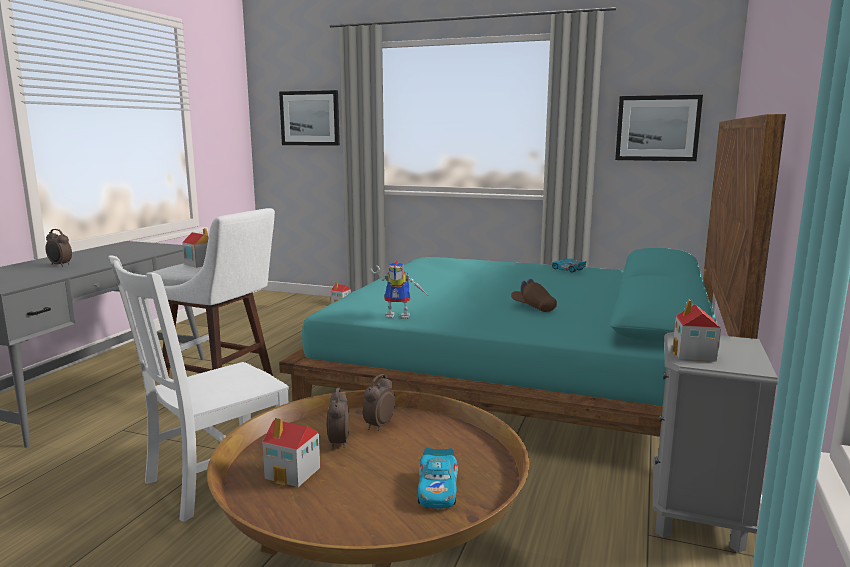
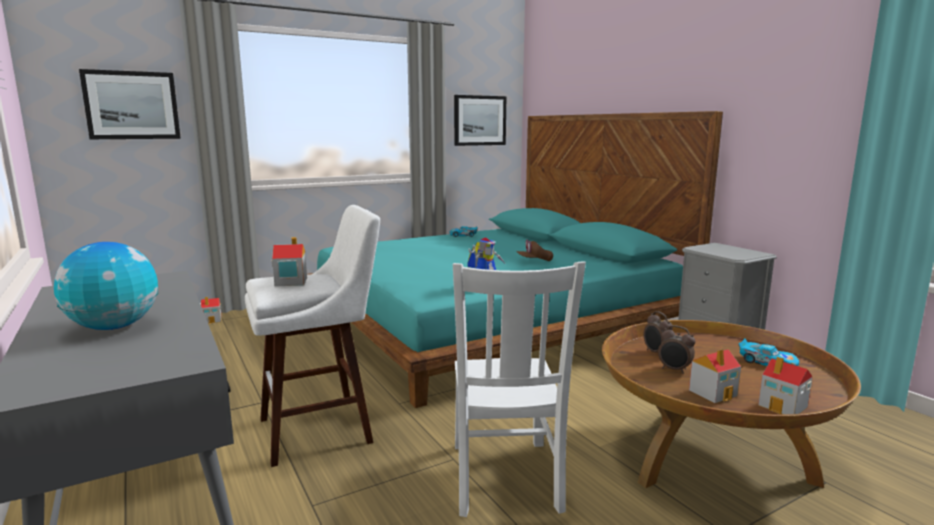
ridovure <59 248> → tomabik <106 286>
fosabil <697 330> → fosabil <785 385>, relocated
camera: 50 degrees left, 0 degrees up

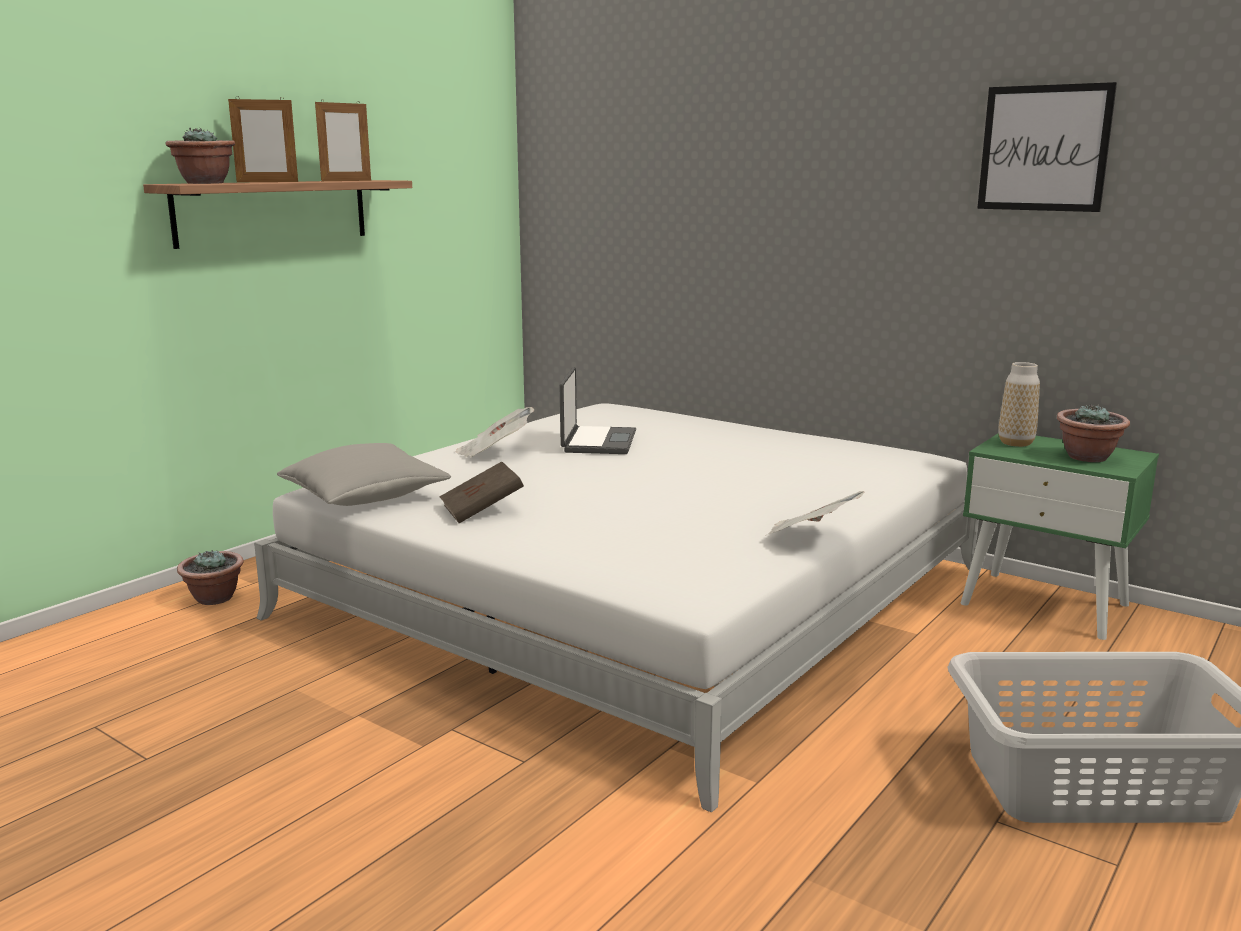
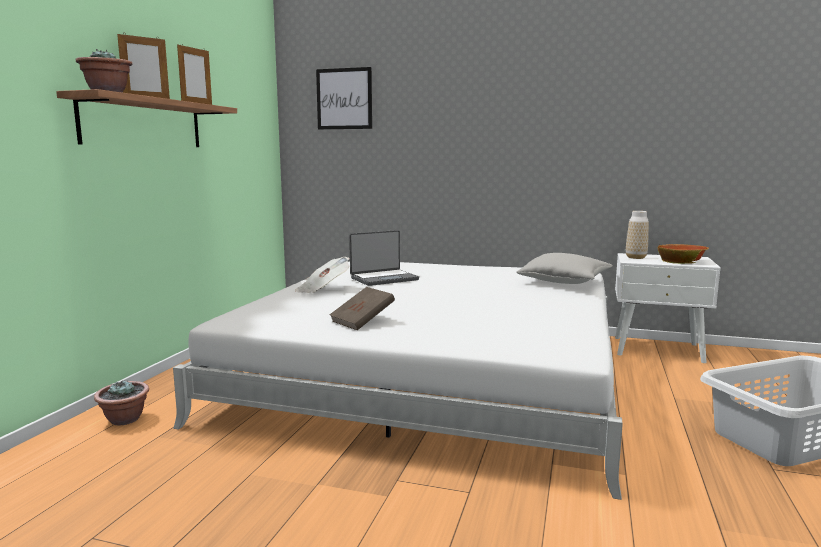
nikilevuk <1047 147> → nikilevuk <344 98>, relocated
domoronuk <598 410> → domoronuk <384 258>, 75 degrees clockwise
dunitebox <1093 432> → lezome <683 254>
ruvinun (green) <1060 536> → ruvinun (white) <668 308>
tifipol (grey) <364 474> → tifipol (grey) <564 268>, relocated
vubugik <815 513> → -
camera: 20 degrees left, 5 degrees down

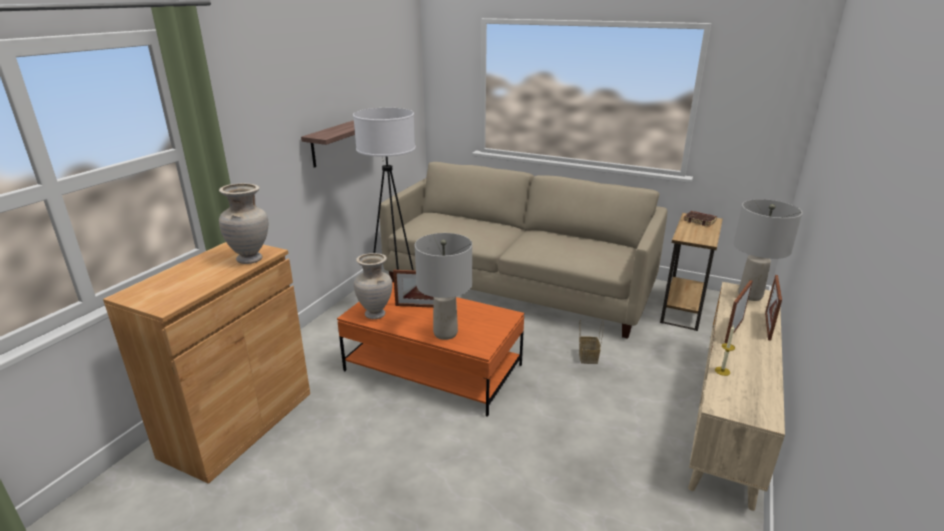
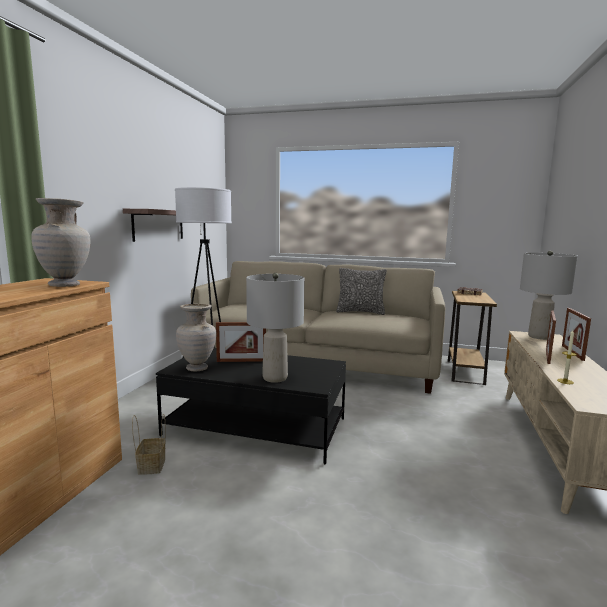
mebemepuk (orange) <430 349> → mebemepuk (black) <251 406>
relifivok <591 342> → relifivok <149 444>, relocated
- → tifipol <361 291>
camera: 10 degrees left, 15 degrees down

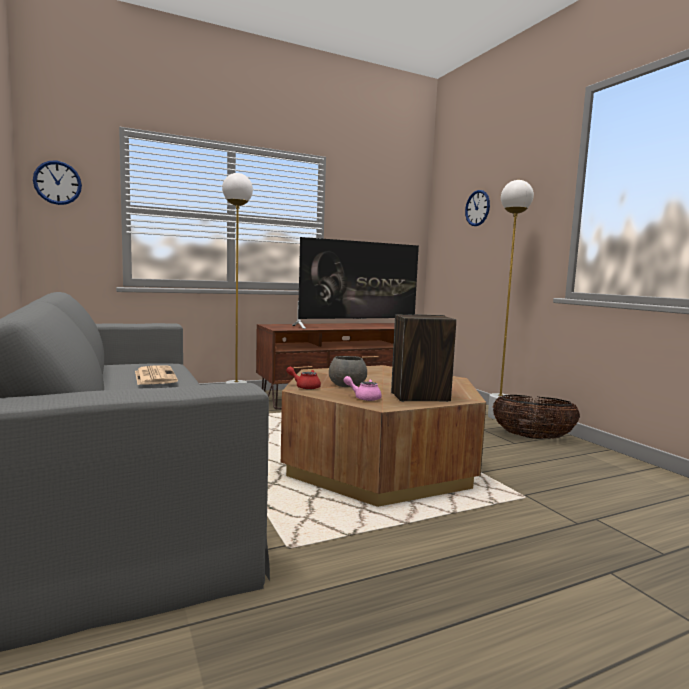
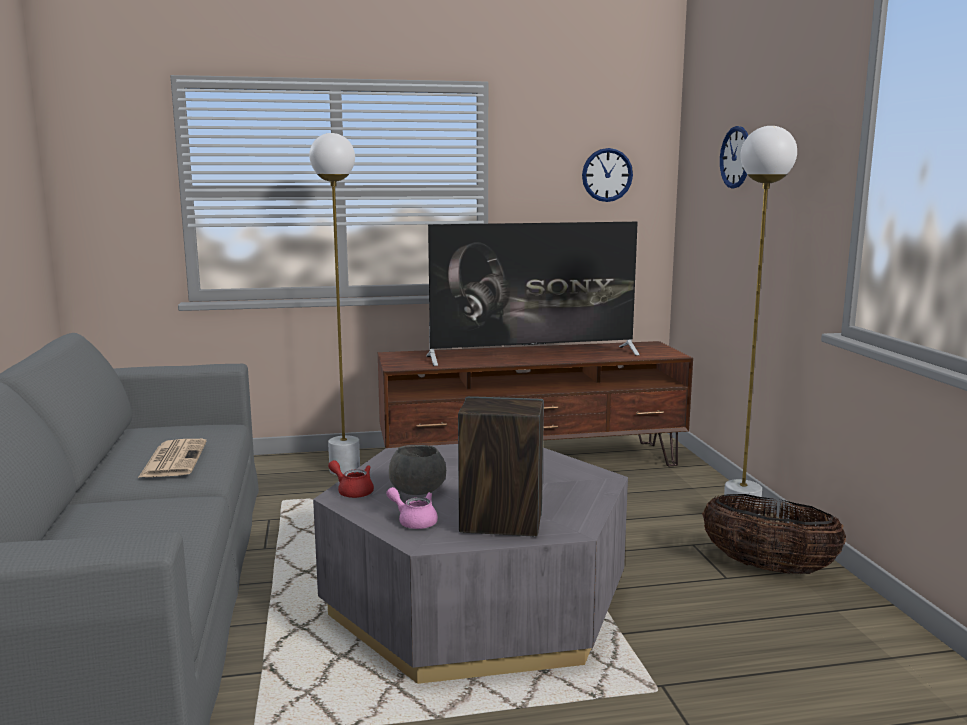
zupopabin <57 183> → zupopabin <607 175>, relocated
mebemepuk (brown) <383 436> → mebemepuk (grey) <470 564>
camera: 15 degrees right, 5 degrees up

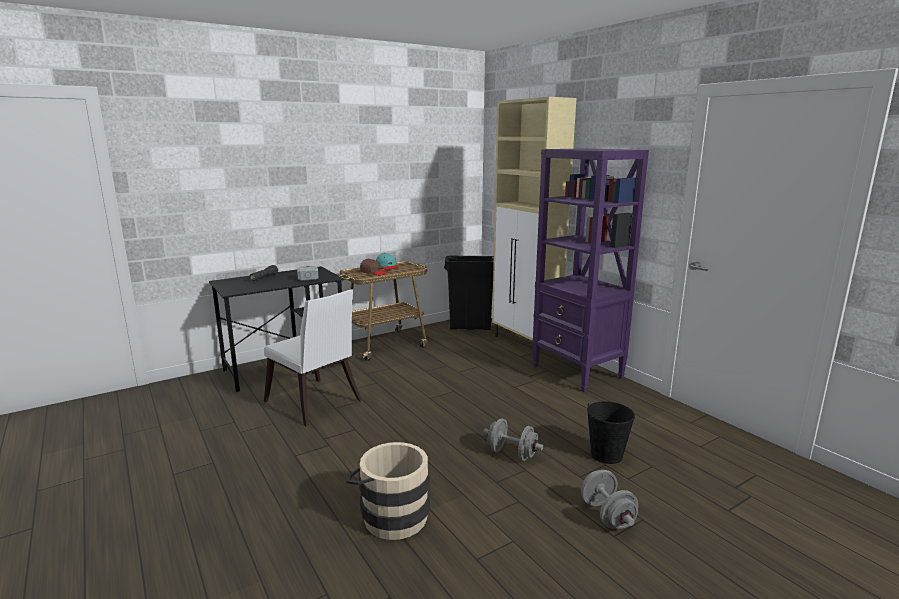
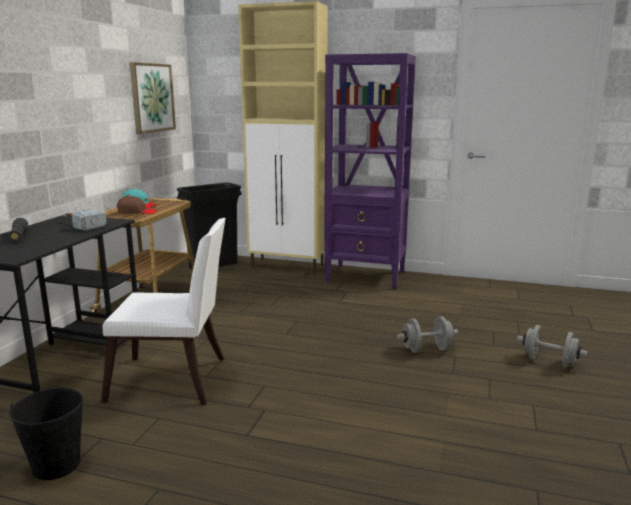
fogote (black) <611 432> → fogote (black) <46 434>, relocated
fogote (beige) <388 491> → -
- → nikilevuk <153 98>
camera: 40 degrees left, 0 degrees up

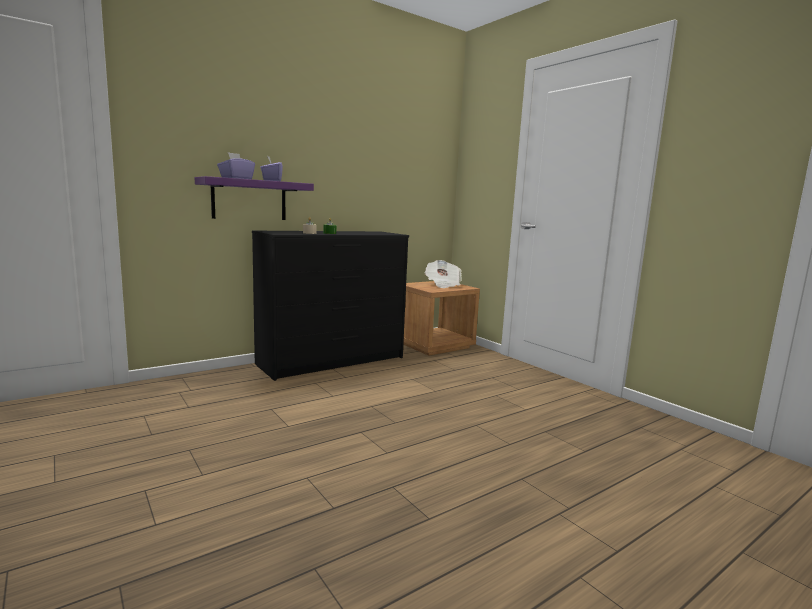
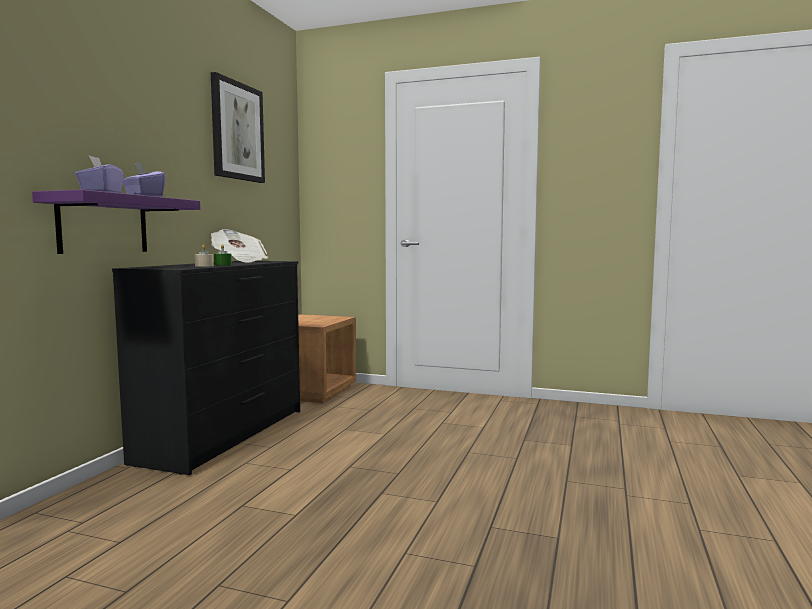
vubugik <443 274> → vubugik <239 246>, relocated
- → nikilevuk <238 127>
camera: 35 degrees left, 5 degrees down

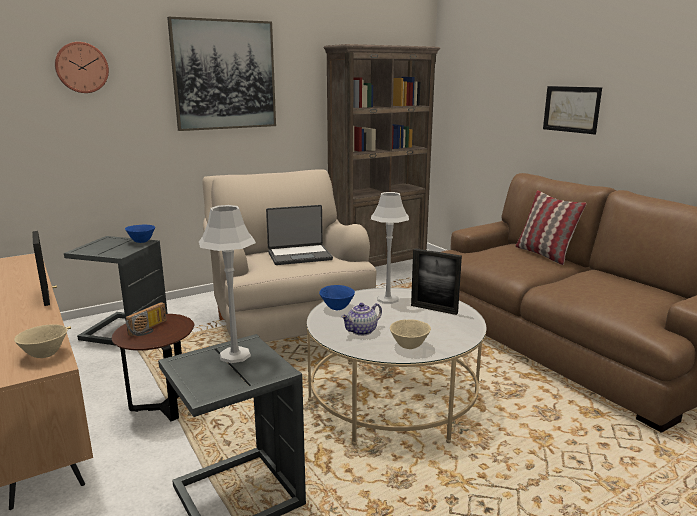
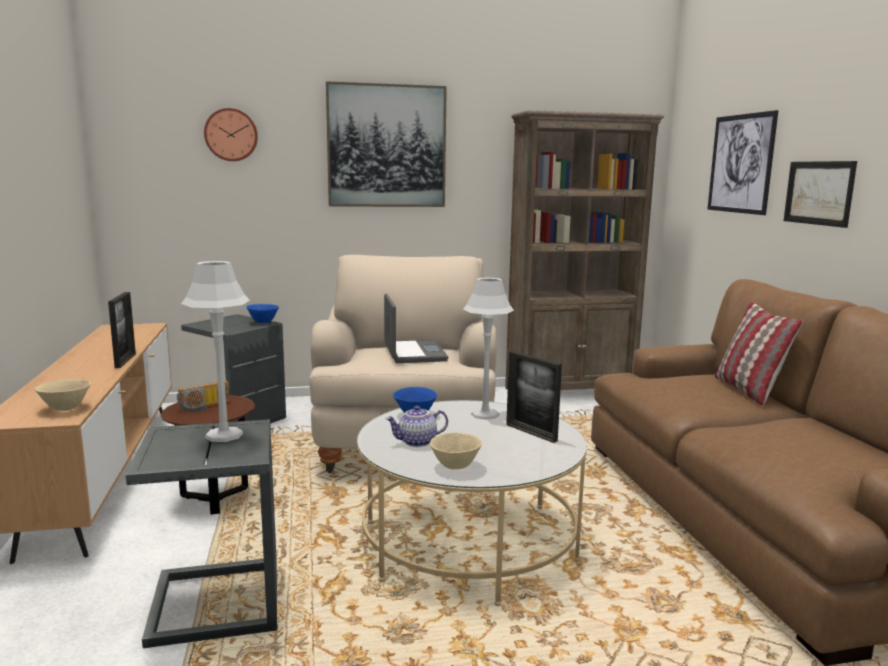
domoronuk <299 235> → domoronuk <416 328>, 105 degrees counterclockwise
- → nikilevuk <743 162>
camera: 20 degrees right, 5 degrees down

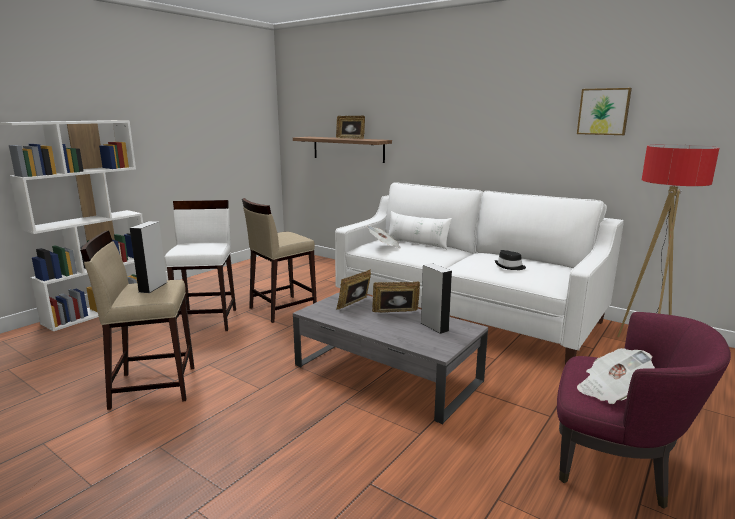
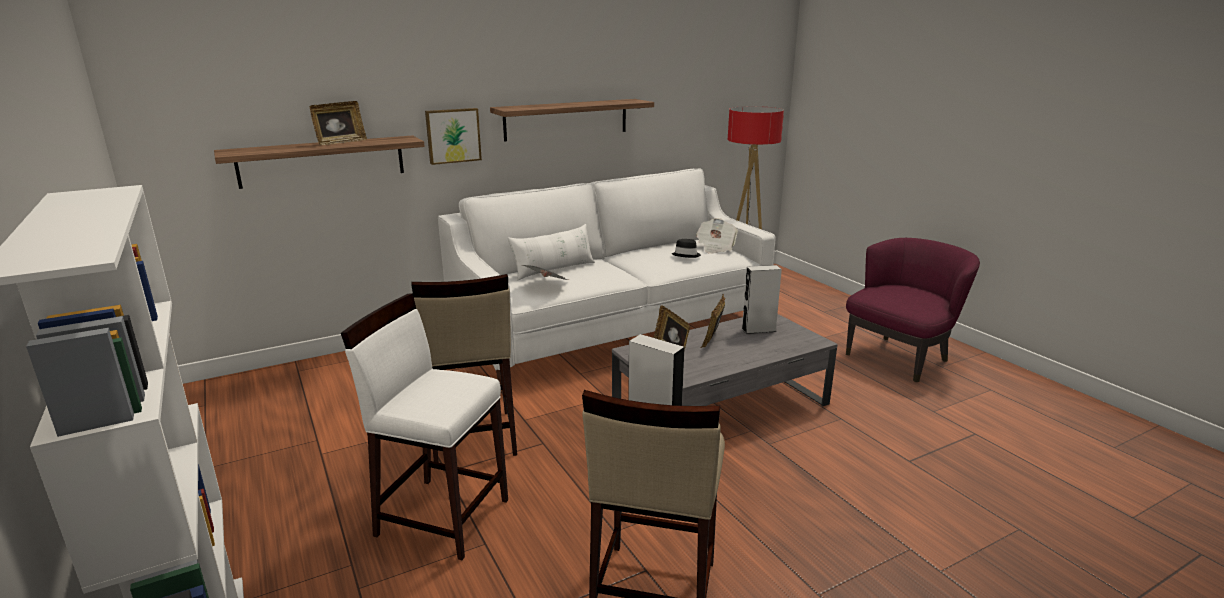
nikilevuk <604 111> → nikilevuk <453 136>, relocated
vubugik <616 376> → vubugik <717 236>, relocated
- → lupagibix <572 120>
camera: 65 degrees left, 5 degrees up

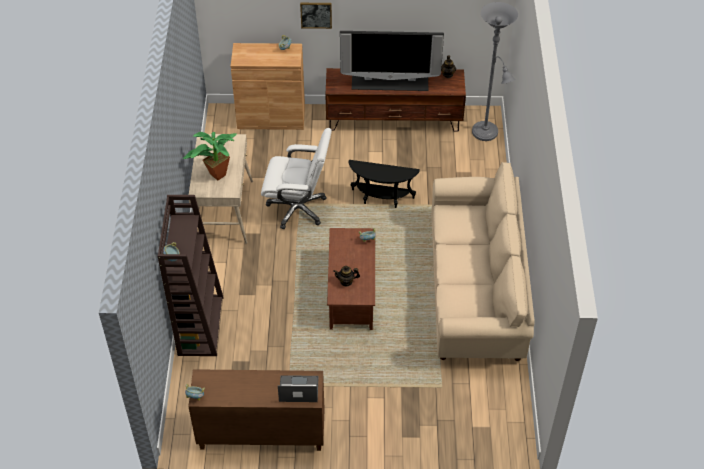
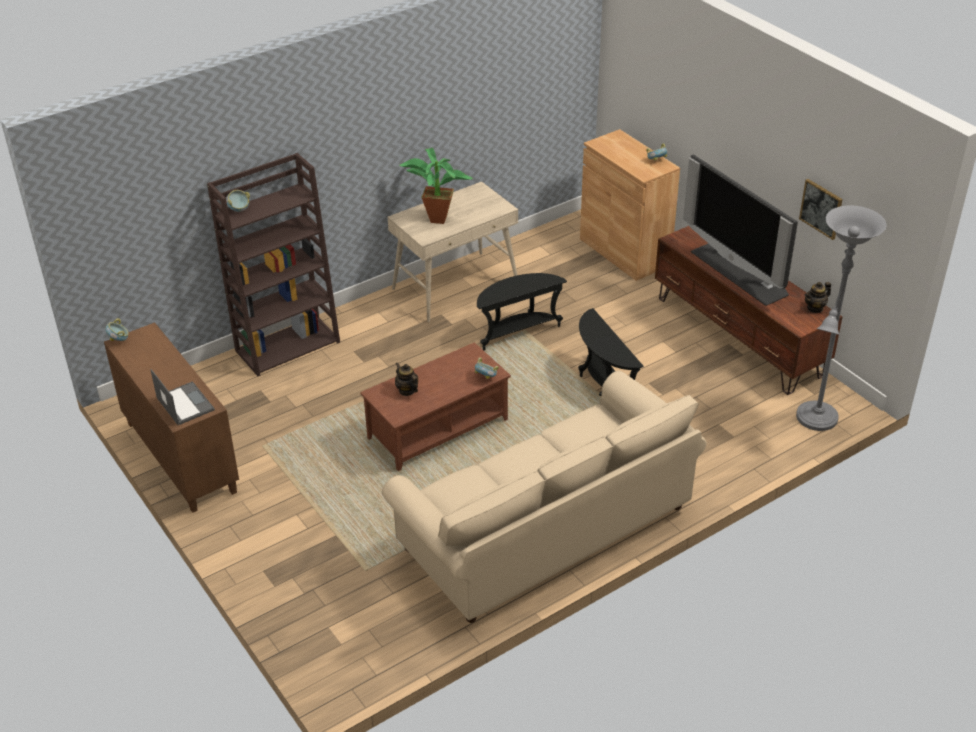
nikilevuk <316 16> → nikilevuk <820 209>, relocated
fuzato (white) <296 178> → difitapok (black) <522 312>
camera: 55 degrees right, 10 degrees down

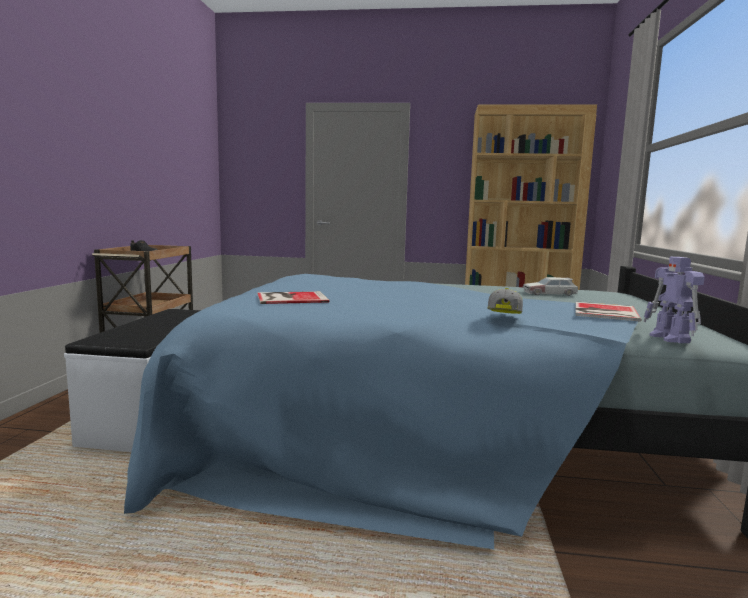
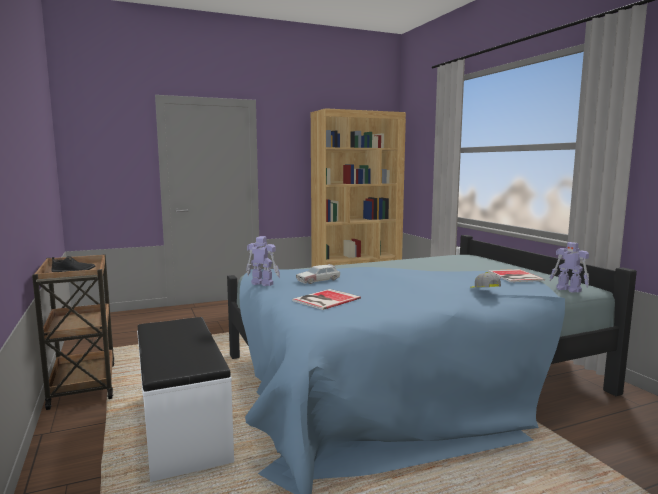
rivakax <550 286> → rivakax <318 274>, relocated
- → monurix <263 261>
camera: 30 degrees left, 0 degrees up

